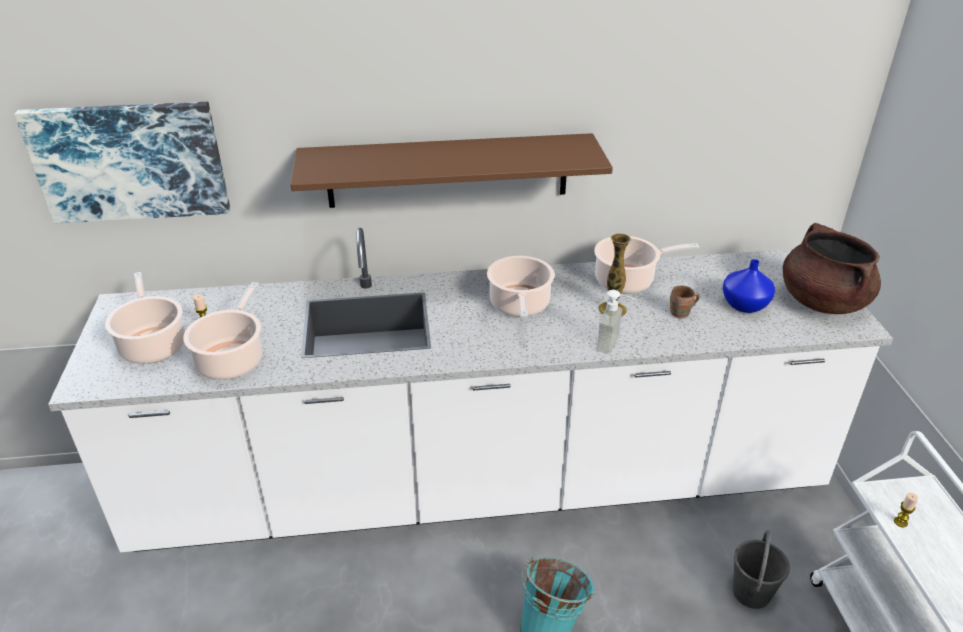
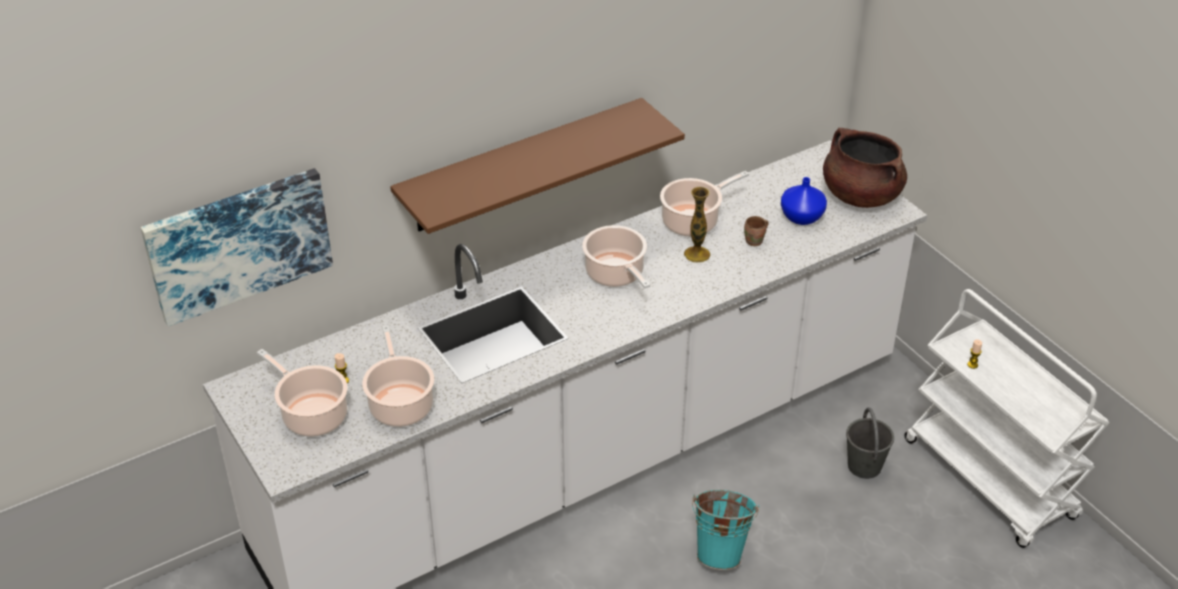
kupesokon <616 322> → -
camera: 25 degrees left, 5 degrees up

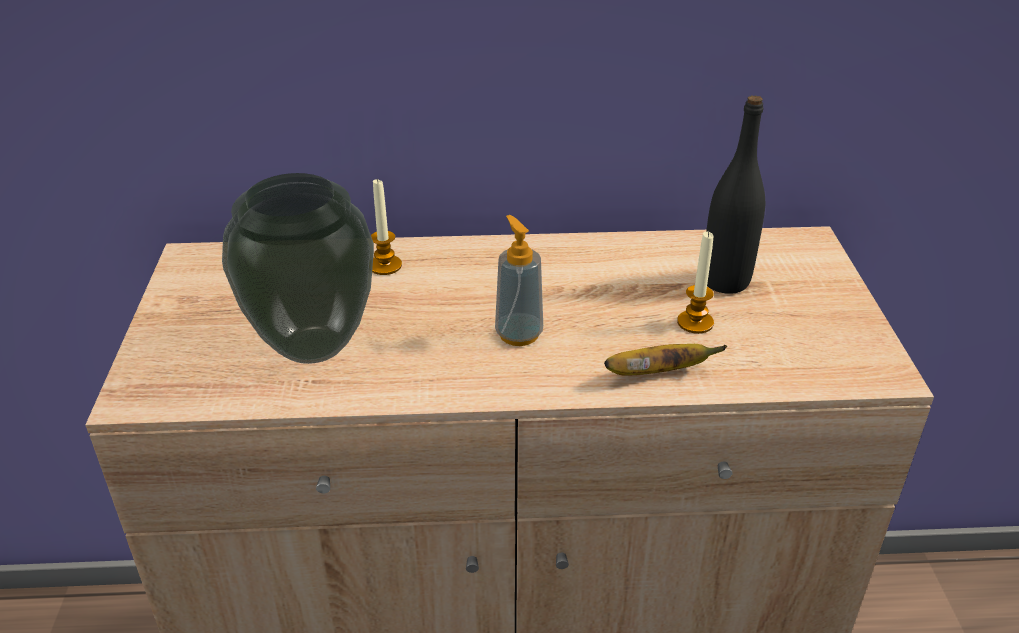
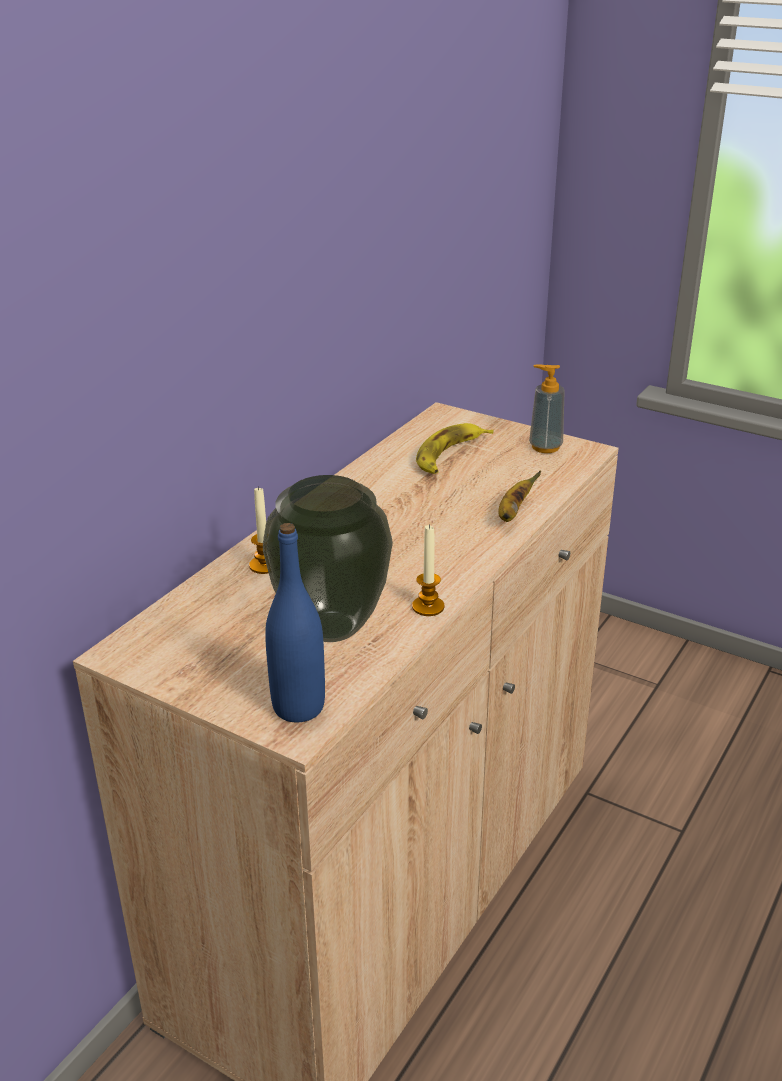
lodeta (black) <735 194> → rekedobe <455 448>
kupesokon <519 280> → kupesokon <547 408>, relocated
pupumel <695 282> → pupumel <428 570>, relocated
- → lodeta (blue) <295 622>
camera: 55 degrees left, 5 degrees down

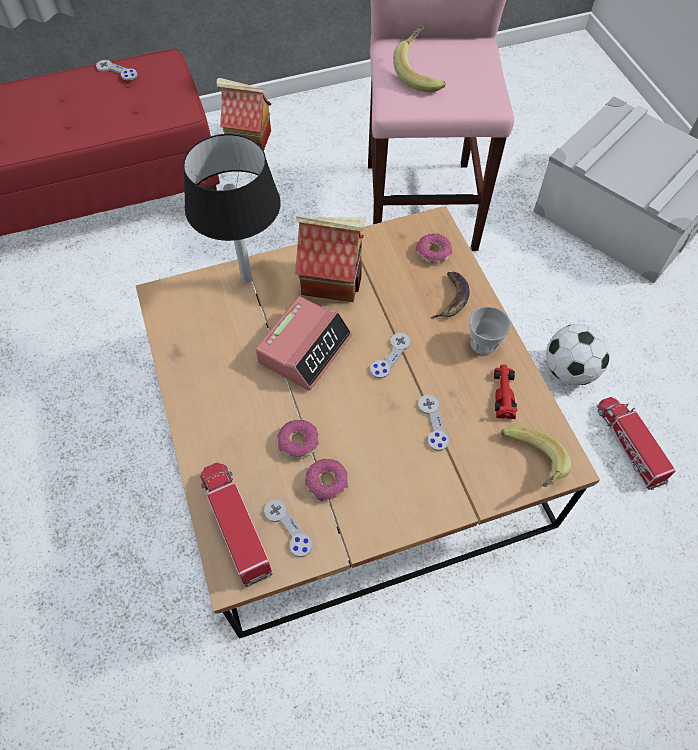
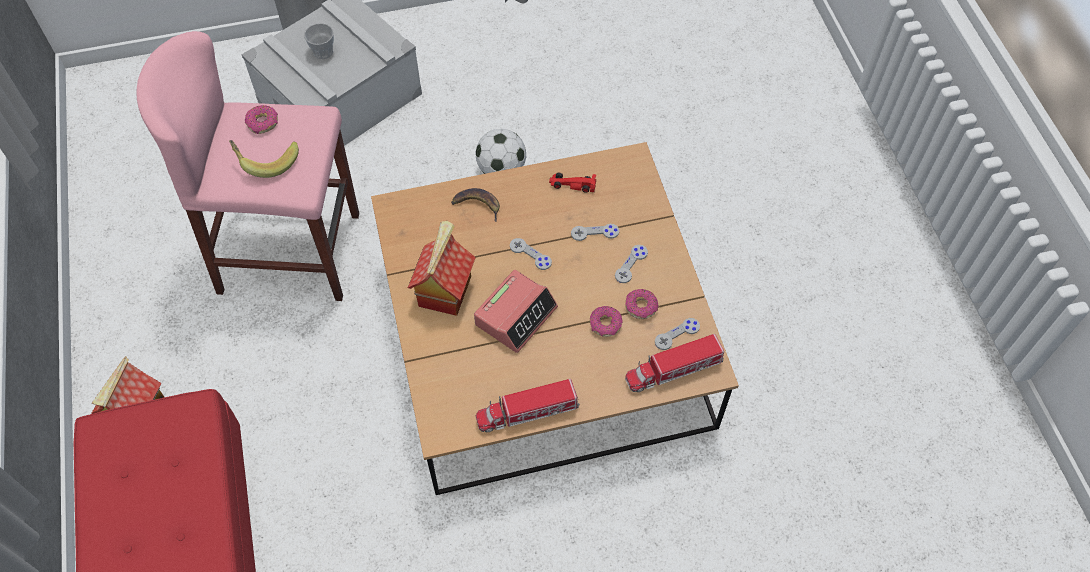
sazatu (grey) <116 70> → sazatu (grey) <631 264>, relocated
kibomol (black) <232 208> → -
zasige <434 248> → zasige <261 119>, relocated
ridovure <303 343> → ridovure <516 311>, 90 degrees clockwise
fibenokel <490 330> → fibenokel <319 41>, relocated
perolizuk <636 443> → perolizuk <528 405>, relocated
rekedobe <536 456> → -
camera: 85 degrees left, 0 degrees up

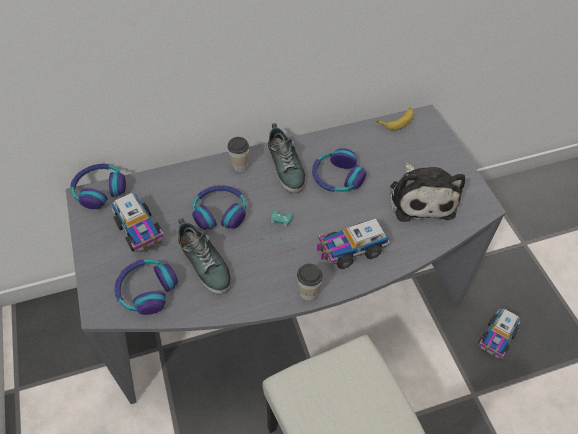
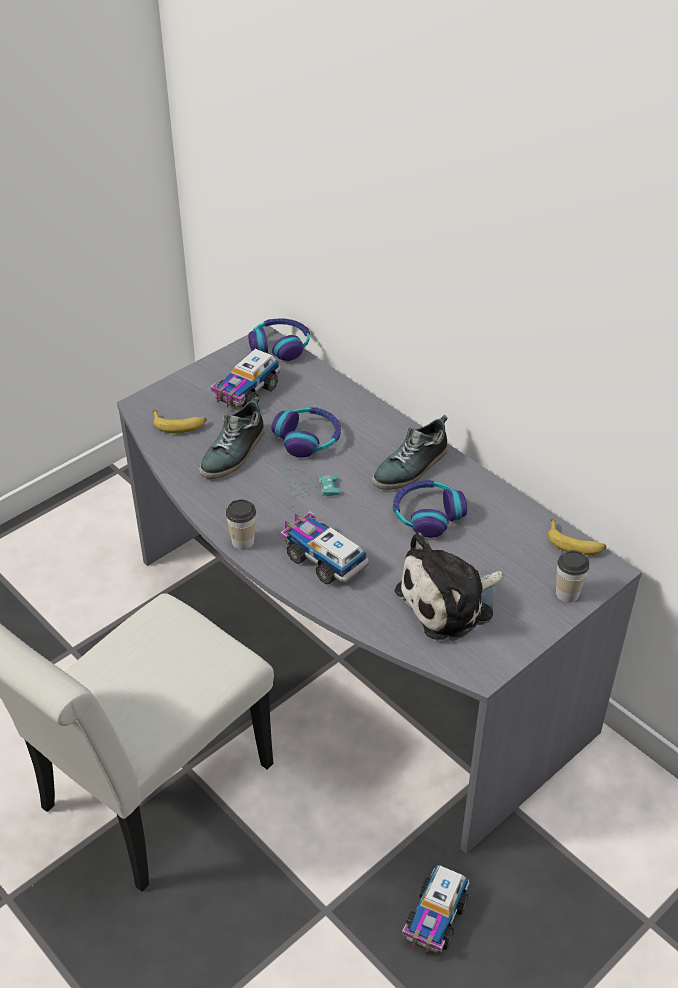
fibenokel <238 154> → fibenokel <573 576>, relocated
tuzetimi <146 287> → rekedobe <179 421>
perolizuk <499 333> → perolizuk <435 910>, 75 degrees counterclockwise
camera: 65 degrees right, 10 degrees down

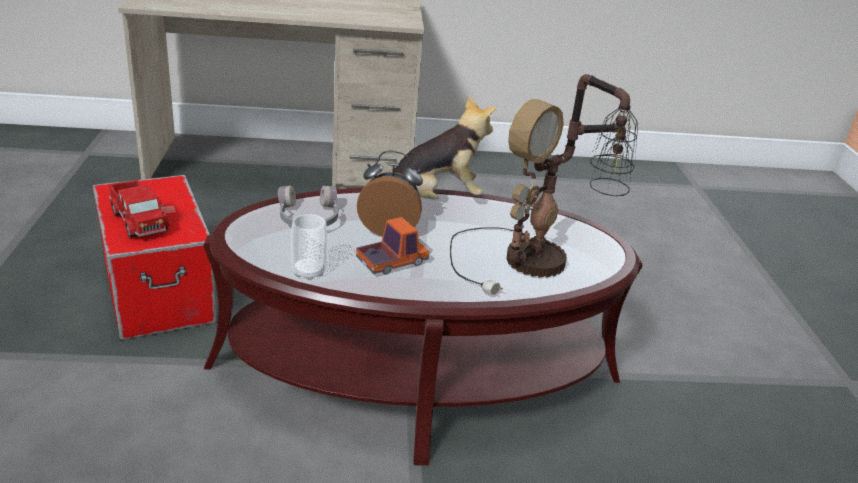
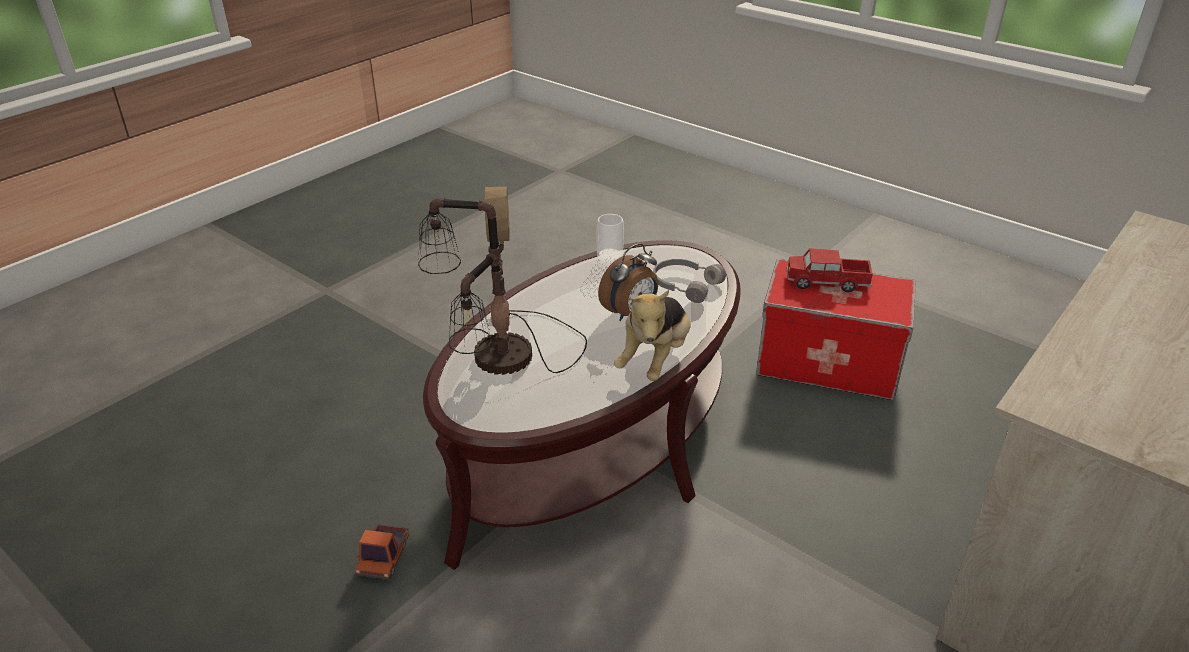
perolizuk <392 245> → perolizuk <382 552>, relocated
camera: 135 degrees right, 5 degrees up

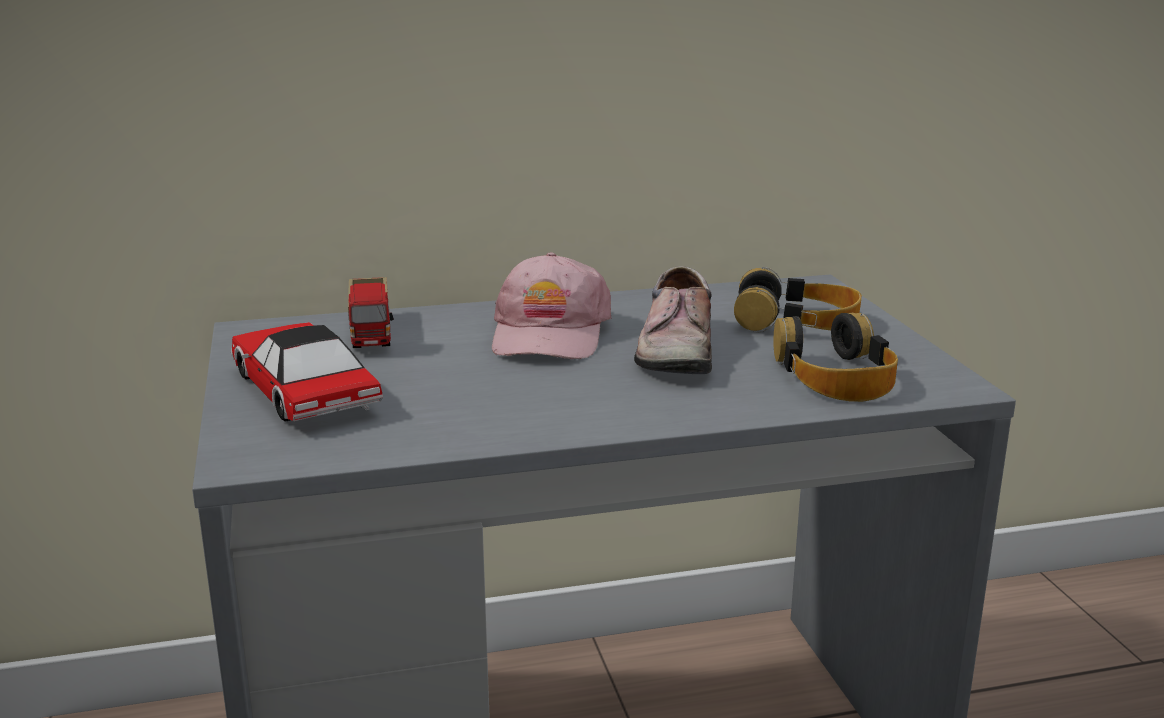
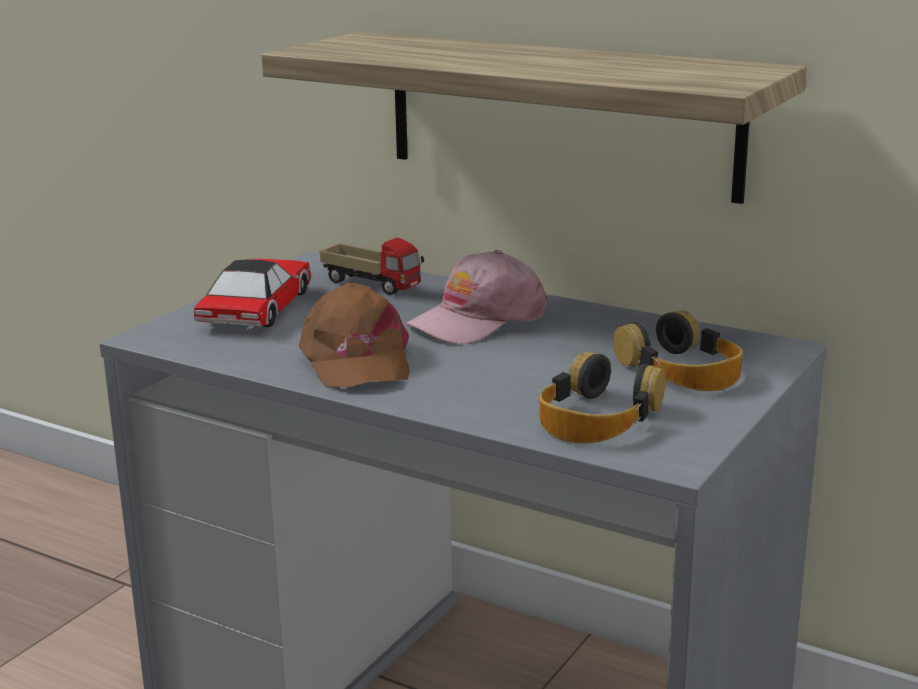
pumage <673 320> → -
perolizuk <371 312> → perolizuk <372 266>, 90 degrees counterclockwise
- → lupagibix <534 118>
- → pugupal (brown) <354 335>
camera: 45 degrees right, 0 degrees up

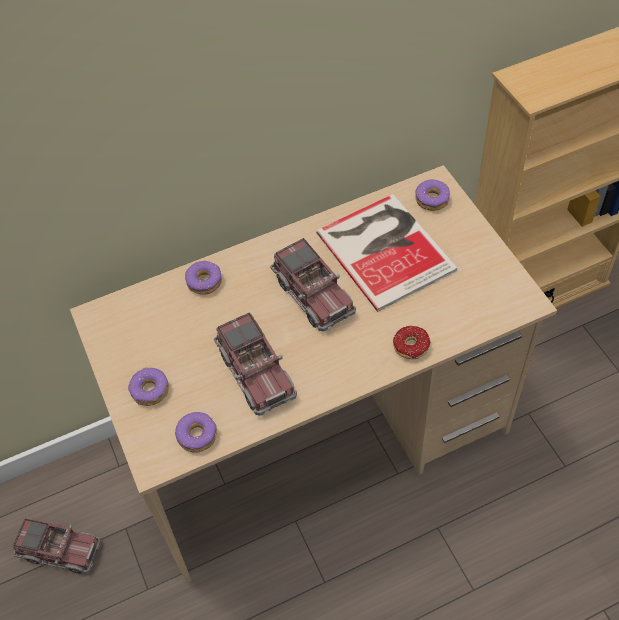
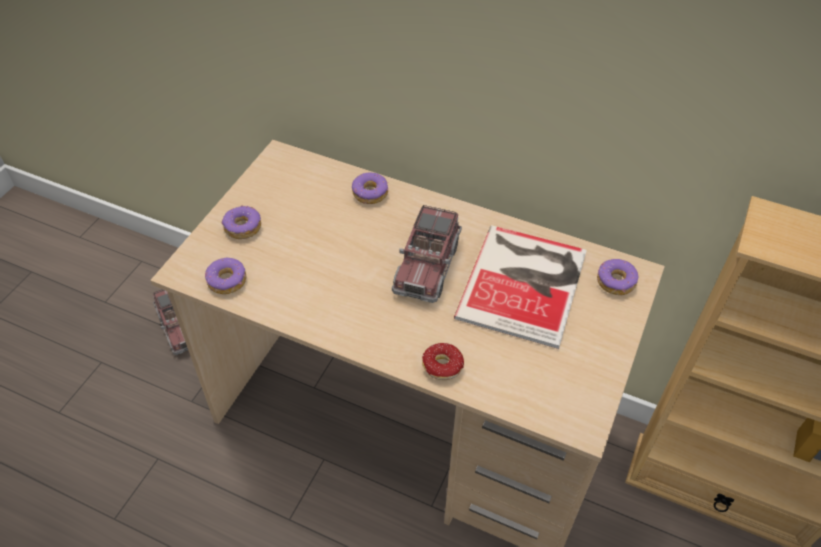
perolizuk <255 364> → -
camera: 45 degrees right, 5 degrees down

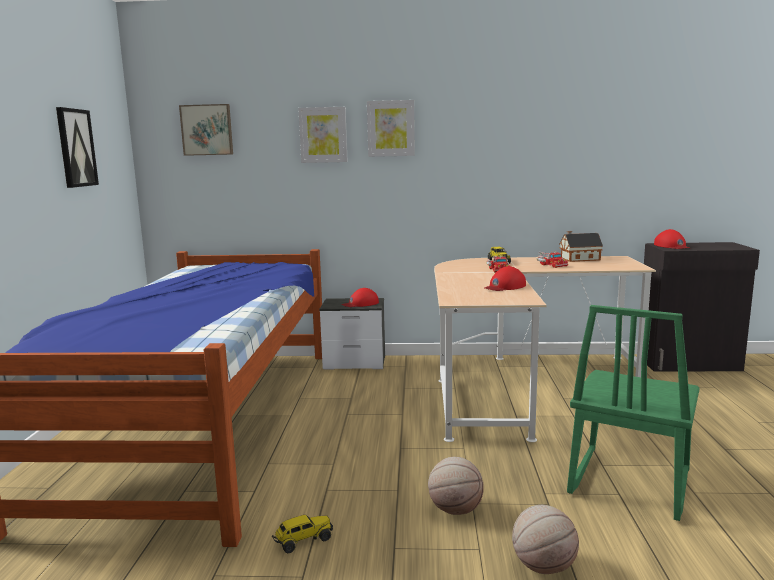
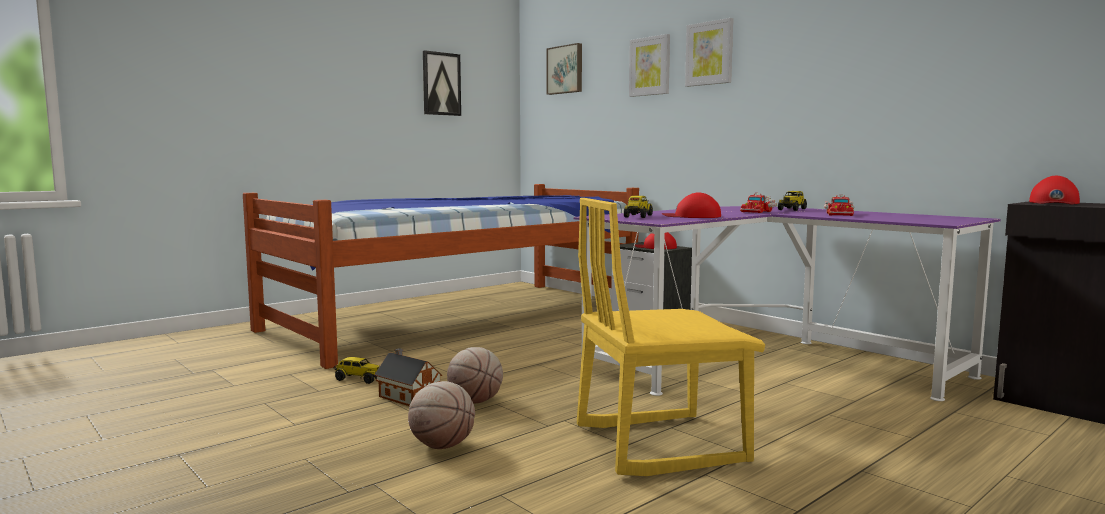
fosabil <581 246> → fosabil <408 377>, relocated
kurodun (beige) <545 349> → kurodun (purple) <787 303>
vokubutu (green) <633 413> → vokubutu (yellow) <671 337>
- → perolizuk <638 207>
camera: 45 degrees right, 5 degrees down

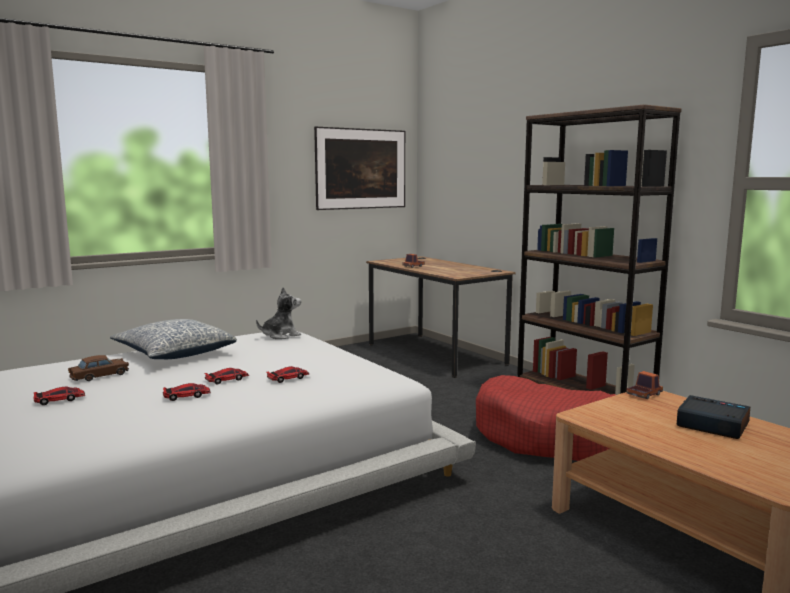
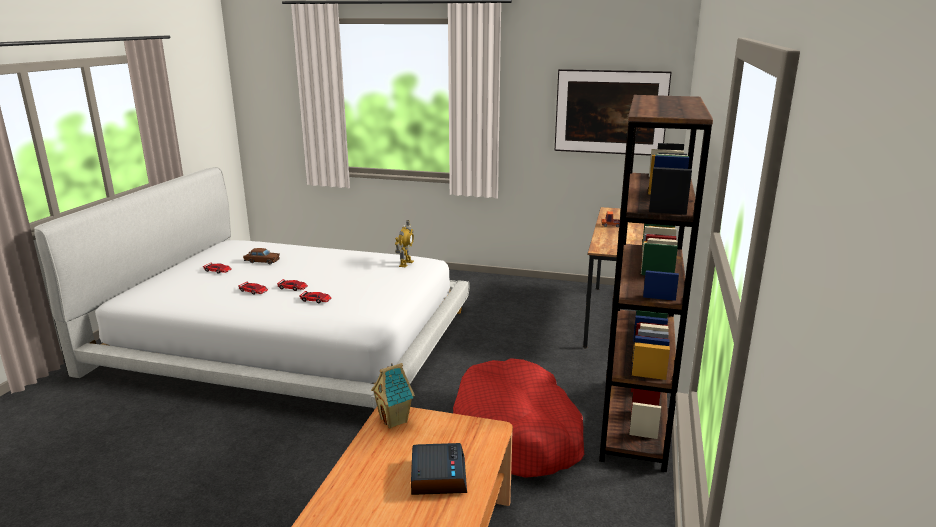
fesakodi <278 313> → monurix <404 244>
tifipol <173 339> → -
perolizuk <644 385> → -
- → fosabil <393 396>
camera: 50 degrees right, 10 degrees up

